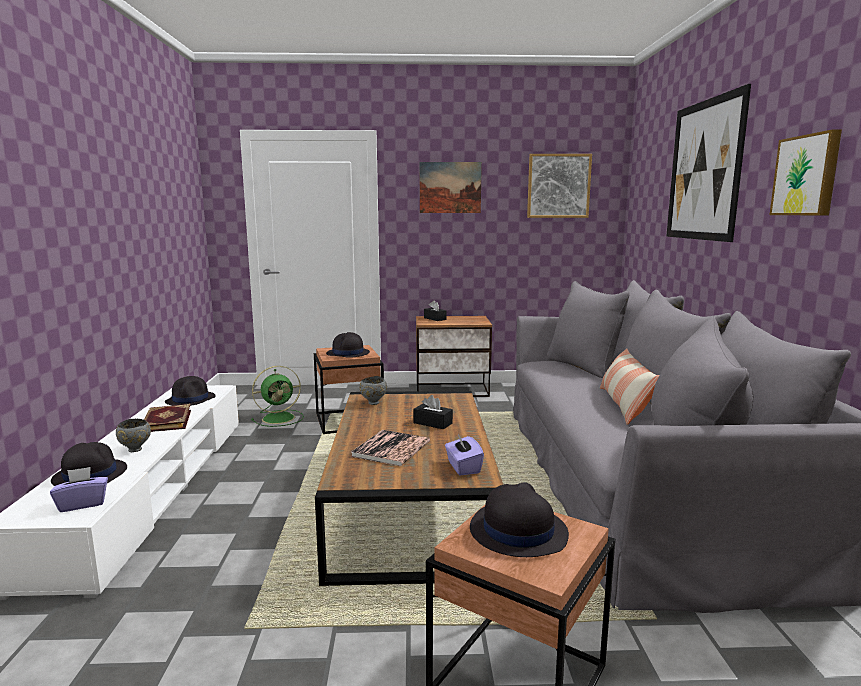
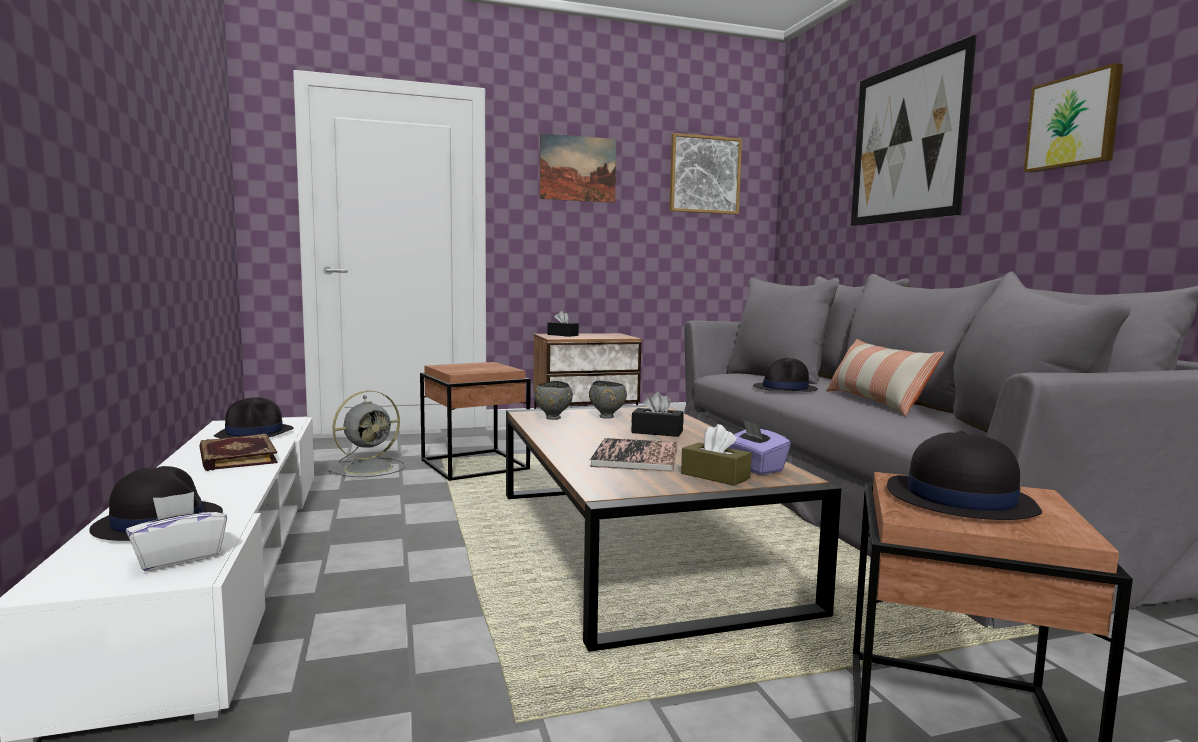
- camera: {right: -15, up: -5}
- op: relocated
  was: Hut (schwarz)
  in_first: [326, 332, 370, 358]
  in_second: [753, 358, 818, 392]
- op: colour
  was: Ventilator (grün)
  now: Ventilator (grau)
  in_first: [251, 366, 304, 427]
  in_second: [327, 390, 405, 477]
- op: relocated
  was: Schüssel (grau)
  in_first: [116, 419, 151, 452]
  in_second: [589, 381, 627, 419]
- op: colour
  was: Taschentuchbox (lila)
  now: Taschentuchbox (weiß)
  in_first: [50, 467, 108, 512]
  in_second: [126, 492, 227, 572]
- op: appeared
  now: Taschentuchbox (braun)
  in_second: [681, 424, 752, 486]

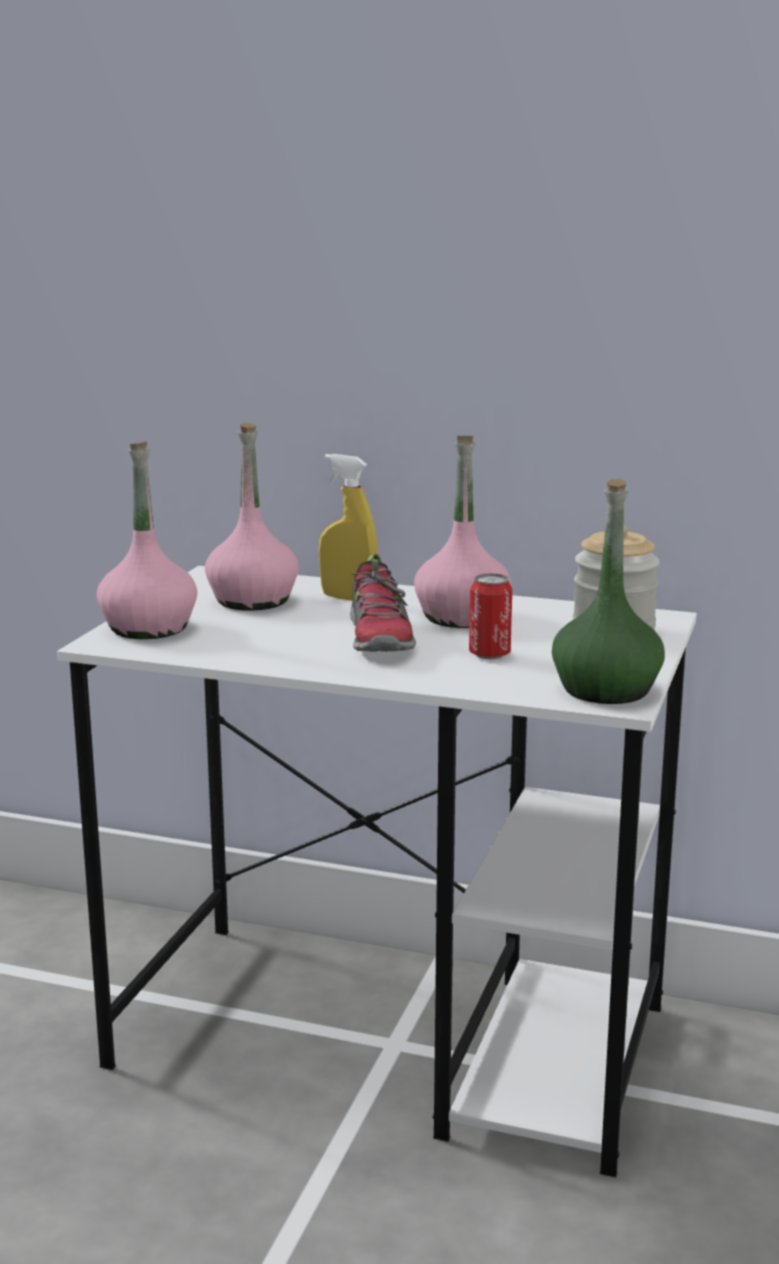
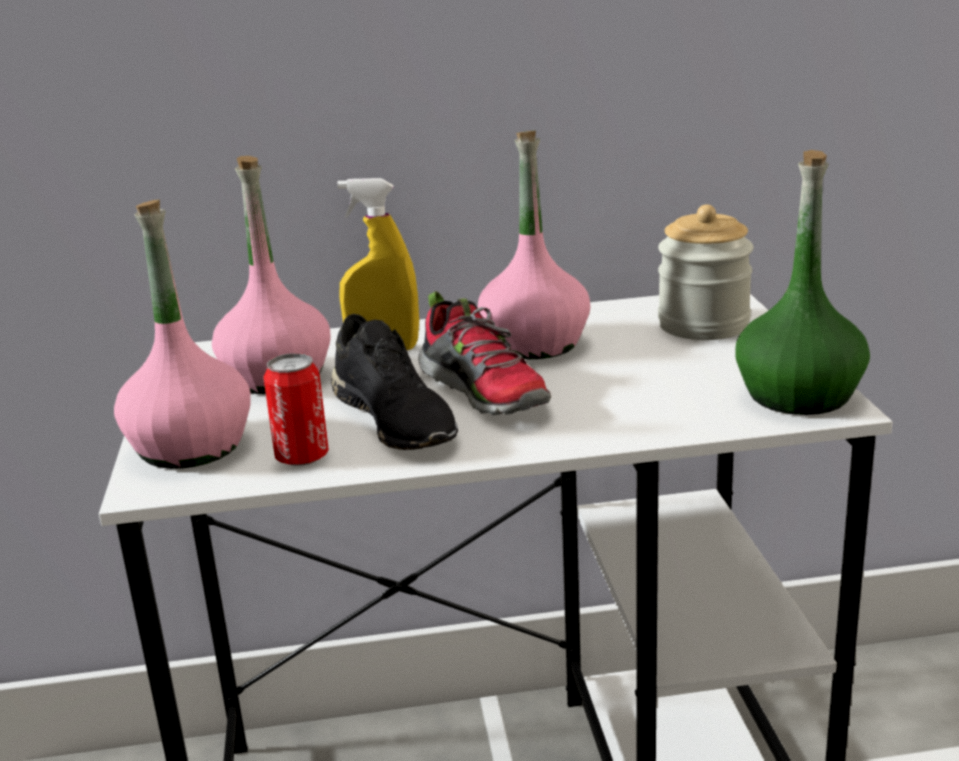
- camera: {right: -25, up: 5}
- op: relocated
  was: Dose
  in_first: [469, 573, 512, 659]
  in_second: [263, 353, 329, 466]
- op: appeared
  now: Schuh (schwarz)
  in_second: [331, 314, 458, 450]

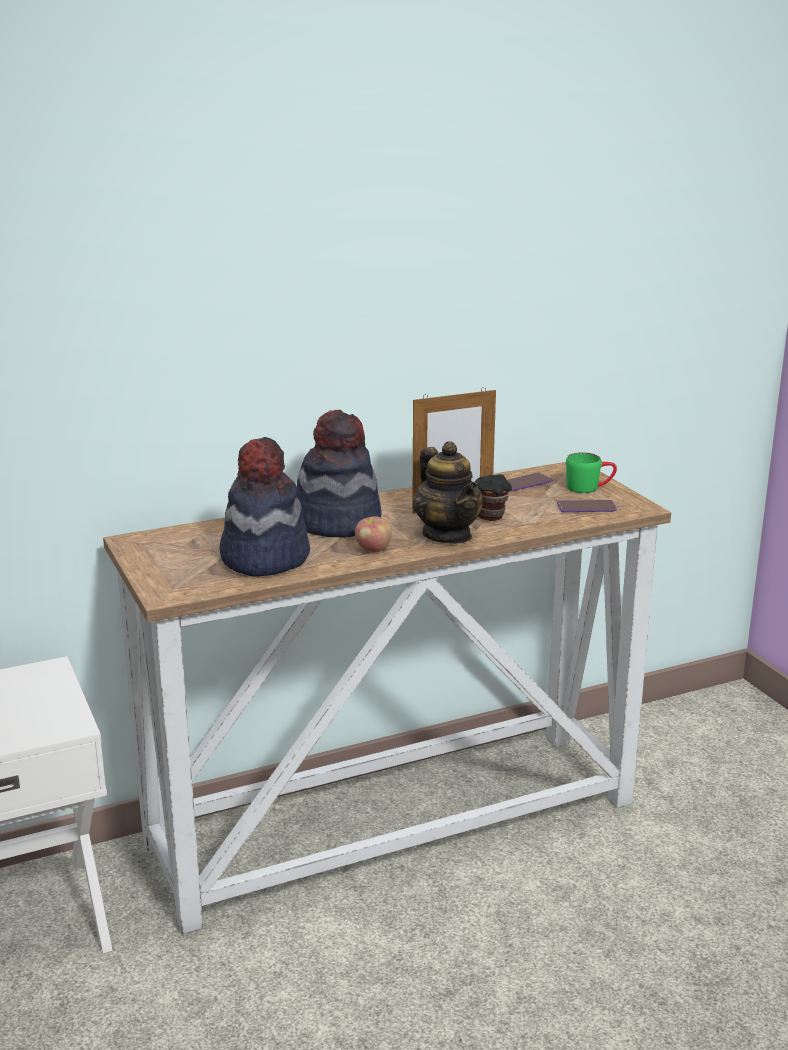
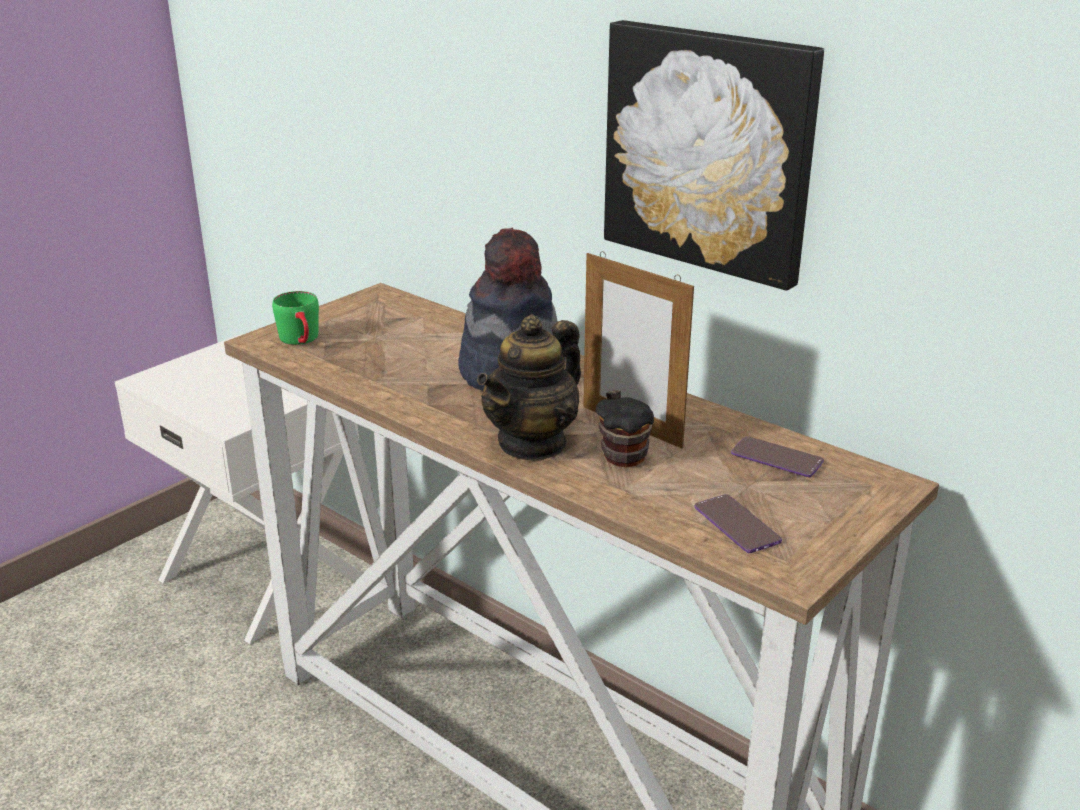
- camera: {right: 65, up: 5}
- op: missing
  was: Hut
  in_first: [219, 437, 310, 577]
- op: relocated
  was: Henkelbecher (grün)
  in_first: [566, 452, 617, 493]
  in_second: [272, 291, 319, 345]
- op: missing
  was: Apfel
  in_first: [355, 516, 392, 552]
- op: appeared
  now: Bild
  in_second: [604, 20, 824, 290]

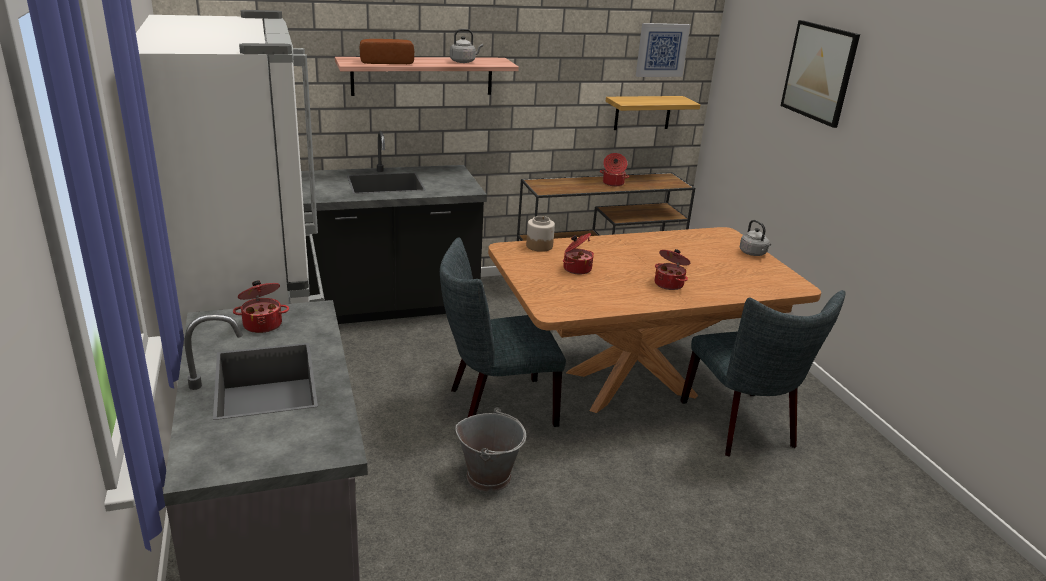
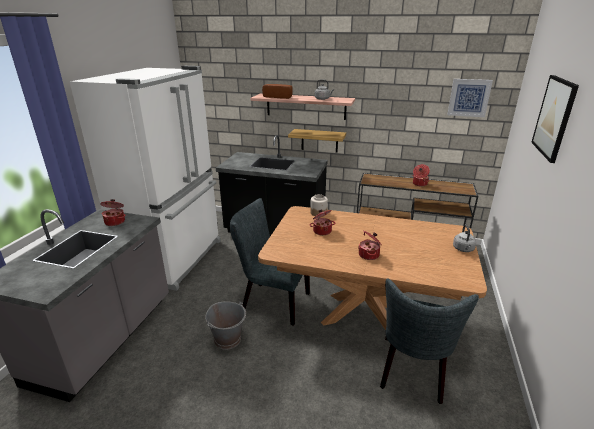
- camera: {right: 35, up: 0}
- op: relocated
  was: Wandregal
  in_first: [606, 96, 700, 130]
  in_second: [288, 129, 346, 152]

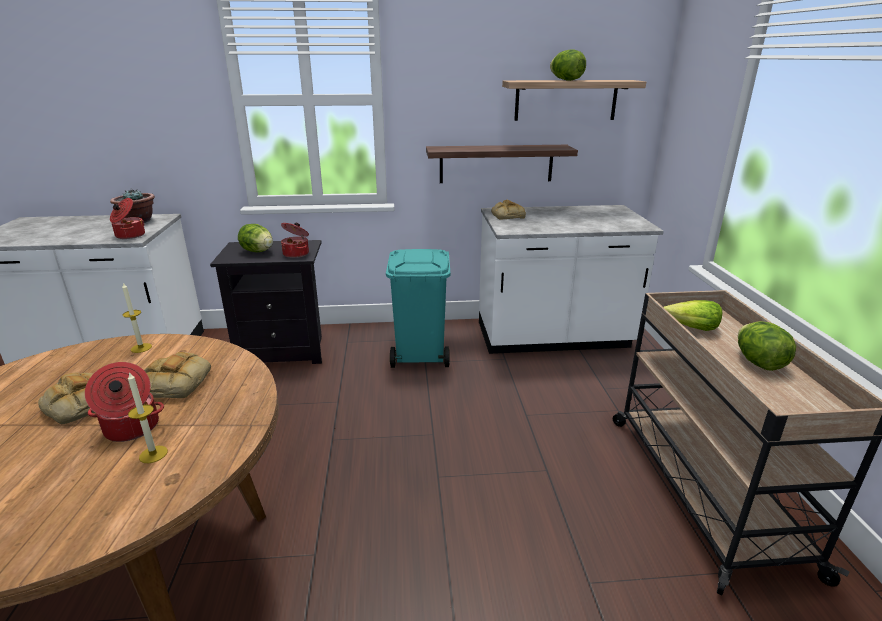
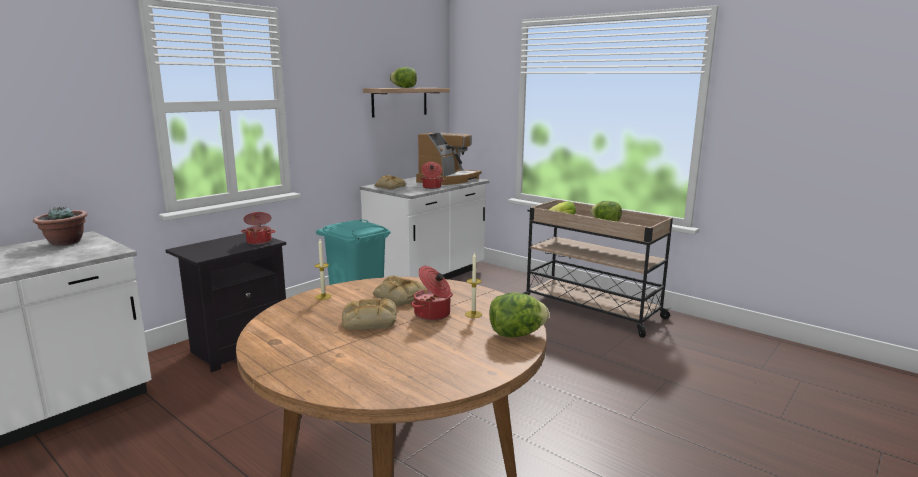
- camera: {right: -45, up: -10}
- op: missing
  was: Wandregal
  in_first: [426, 145, 578, 183]
- op: relocated
  was: Kochtopf
  in_first: [110, 198, 145, 239]
  in_second: [419, 162, 445, 189]
- op: relocated
  was: Salatkopf
  in_first: [238, 224, 273, 252]
  in_second: [489, 292, 549, 338]
- op: appeared
  now: Kaffeemaschine
  in_second: [416, 133, 481, 185]

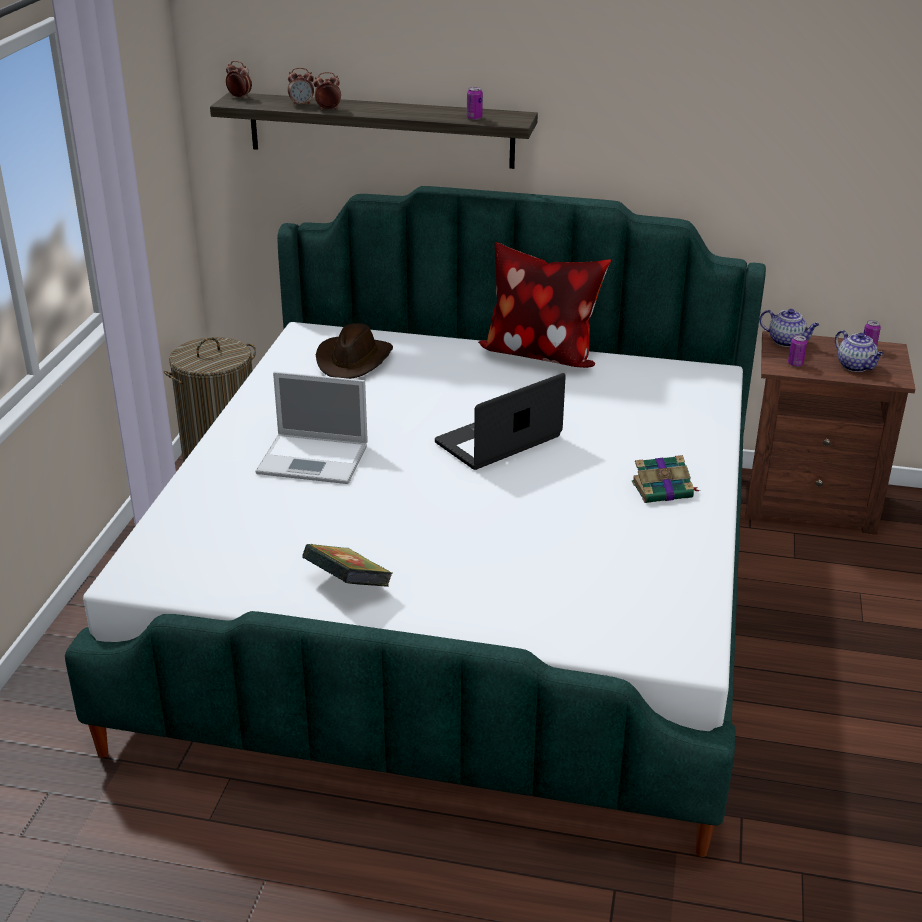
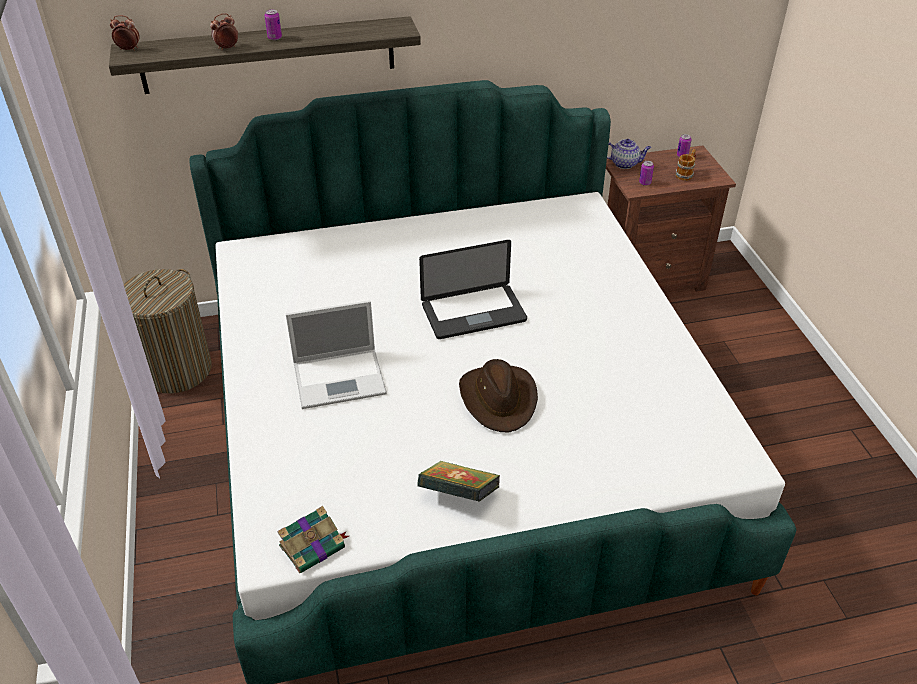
- camera: {right: -25, up: 10}
- op: missing
  was: Wecker
  in_first: [288, 68, 314, 106]
- op: relocated
  was: Dose
  in_first: [467, 87, 483, 120]
  in_second: [265, 9, 282, 40]
- op: missing
  was: Kissen
  in_first: [478, 242, 611, 368]
- op: relocated
  was: Hut (braun)
  in_first: [316, 323, 393, 379]
  in_second: [459, 359, 538, 433]
- op: exchanged
  was: Teekanne
  now: Henkelbecher
  in_first: [835, 330, 884, 372]
  in_second: [675, 149, 696, 181]
- op: spun
  was: Laptop
  in_first: [435, 373, 566, 470]
  in_second: [419, 240, 527, 339]
  clockwise: -135
- op: relocated
  was: Buch
  in_first: [632, 455, 700, 503]
  in_second: [277, 506, 349, 573]

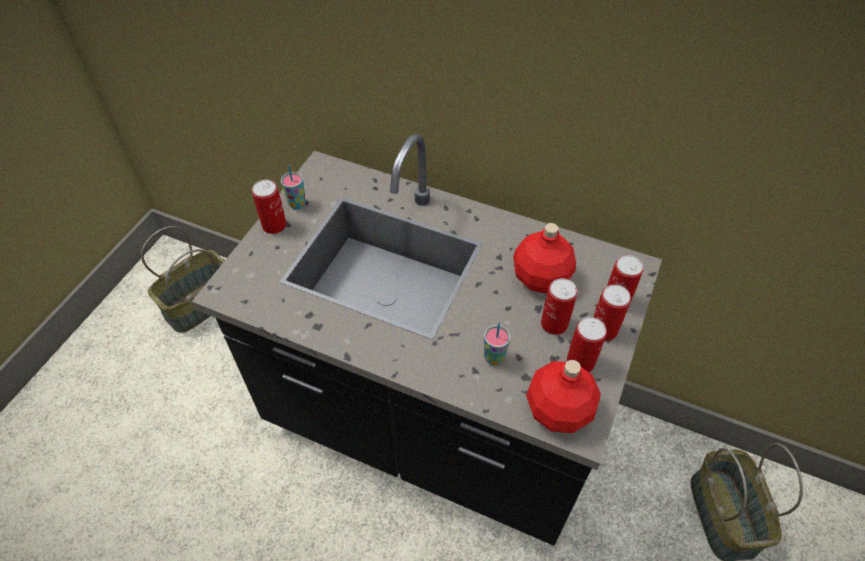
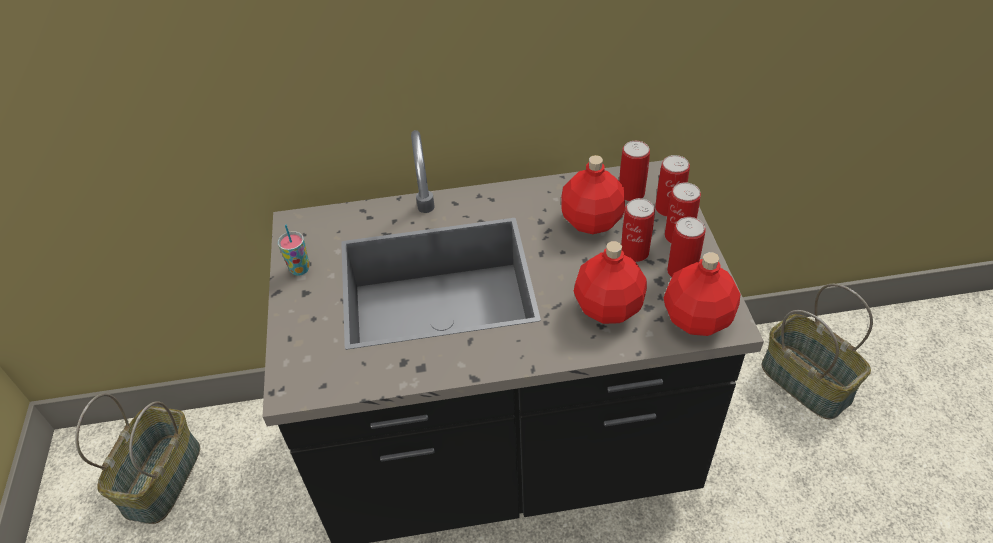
- camera: {right: -30, up: -5}
- op: relocated
  was: Dose
  in_first: [252, 180, 287, 234]
  in_second: [619, 141, 650, 201]
- op: exchanged
  was: Tasse
  now: Flasche (rot)
  in_first: [484, 323, 511, 366]
  in_second: [574, 241, 647, 324]

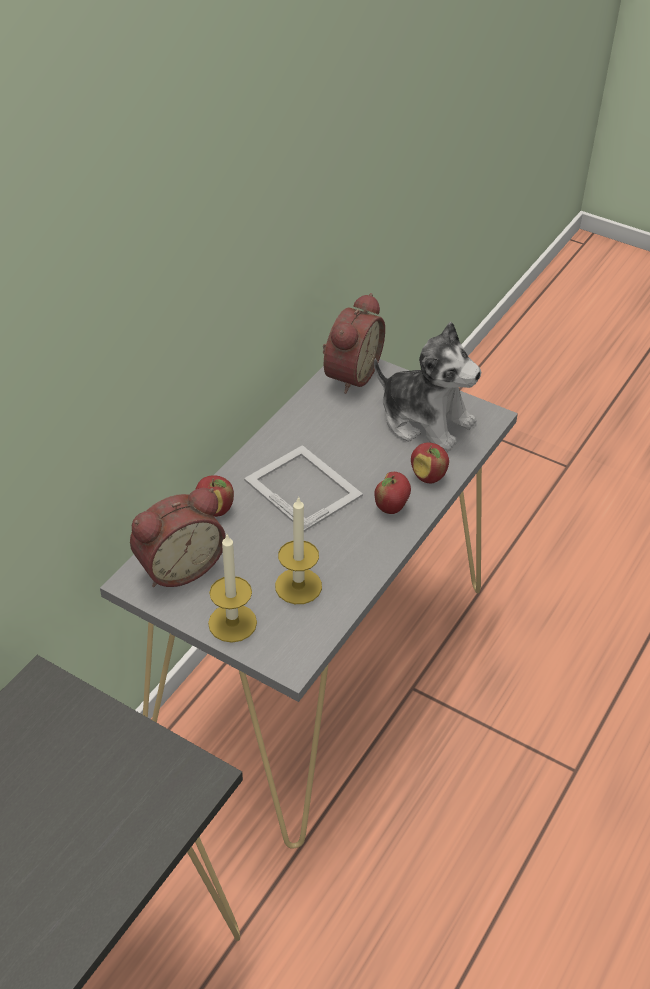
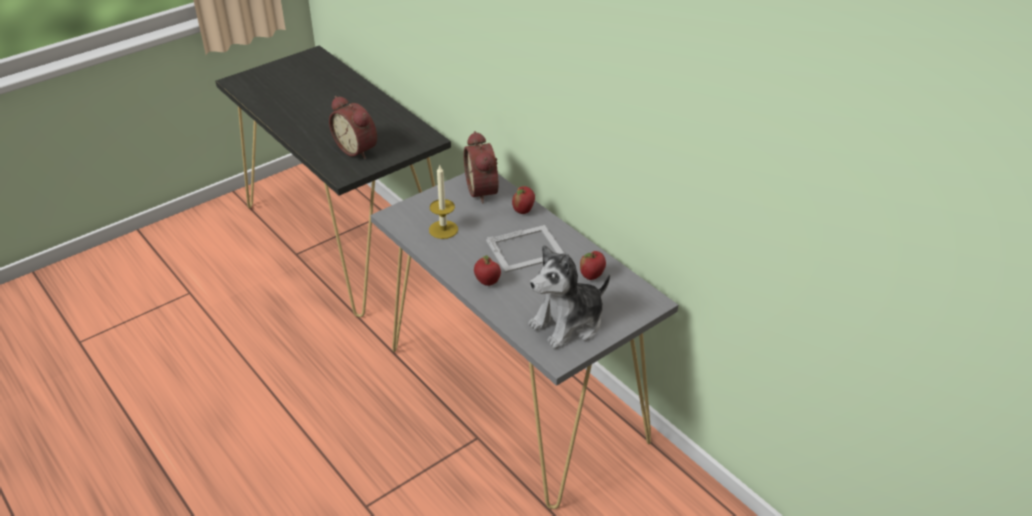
- camera: {right: 110, up: -5}
- op: relocated
  was: Wecker
  in_first: [323, 293, 385, 394]
  in_second: [329, 96, 377, 159]
- op: relocated
  was: Apfel
  in_first: [411, 442, 449, 483]
  in_second: [580, 251, 606, 280]
- op: missing
  was: Kerze
  in_first: [208, 534, 257, 642]

